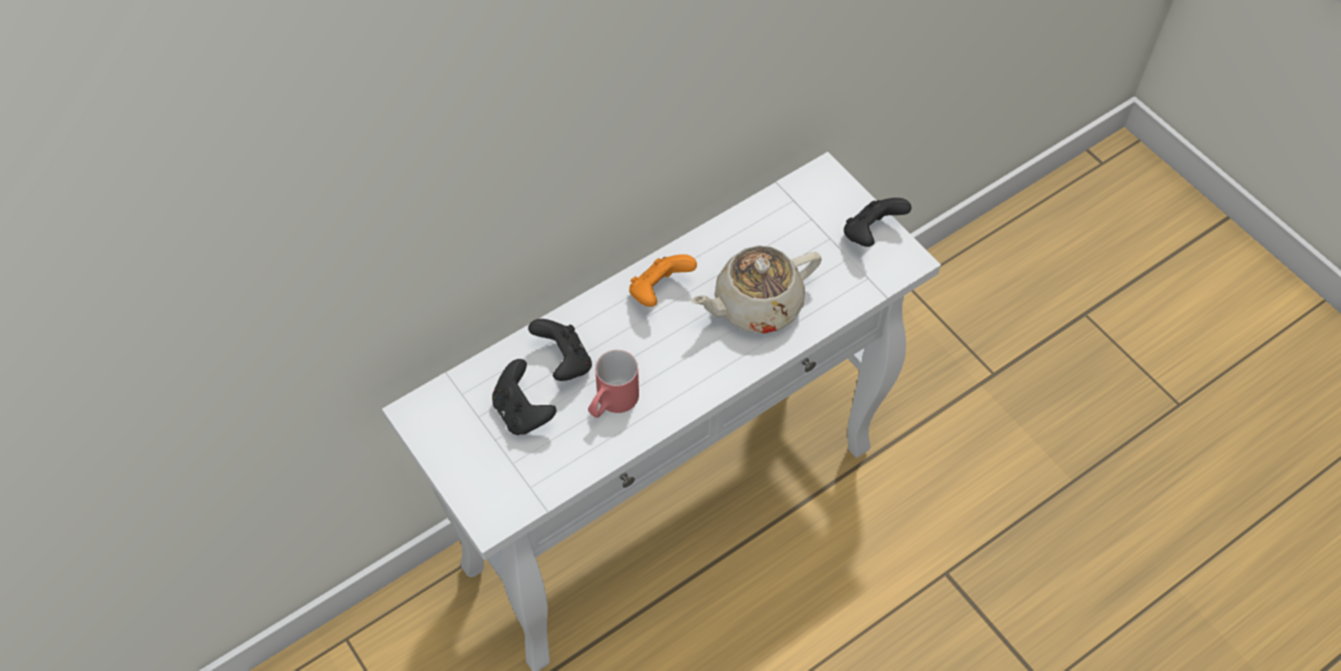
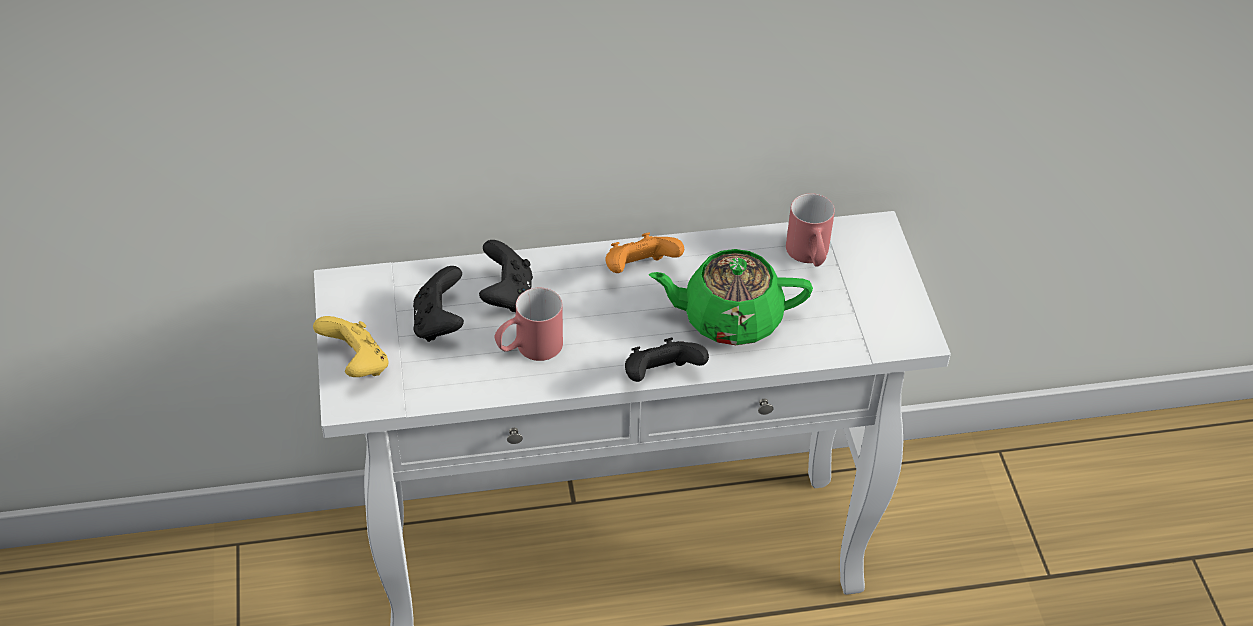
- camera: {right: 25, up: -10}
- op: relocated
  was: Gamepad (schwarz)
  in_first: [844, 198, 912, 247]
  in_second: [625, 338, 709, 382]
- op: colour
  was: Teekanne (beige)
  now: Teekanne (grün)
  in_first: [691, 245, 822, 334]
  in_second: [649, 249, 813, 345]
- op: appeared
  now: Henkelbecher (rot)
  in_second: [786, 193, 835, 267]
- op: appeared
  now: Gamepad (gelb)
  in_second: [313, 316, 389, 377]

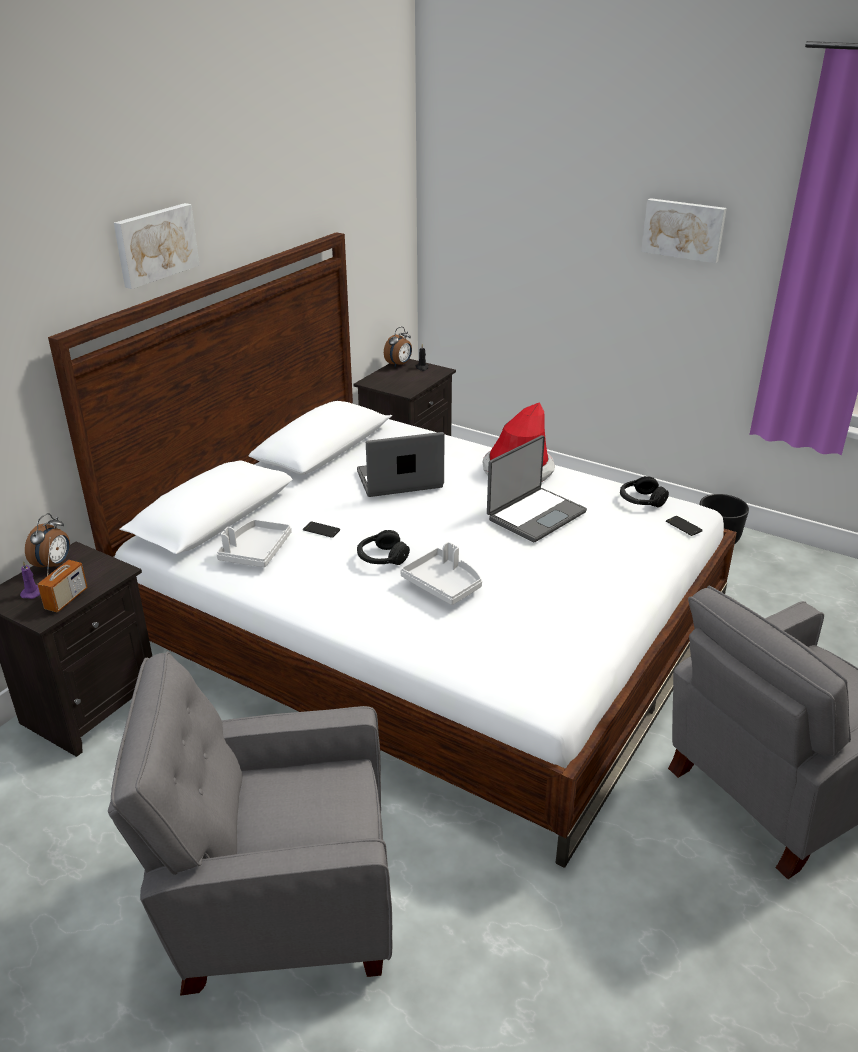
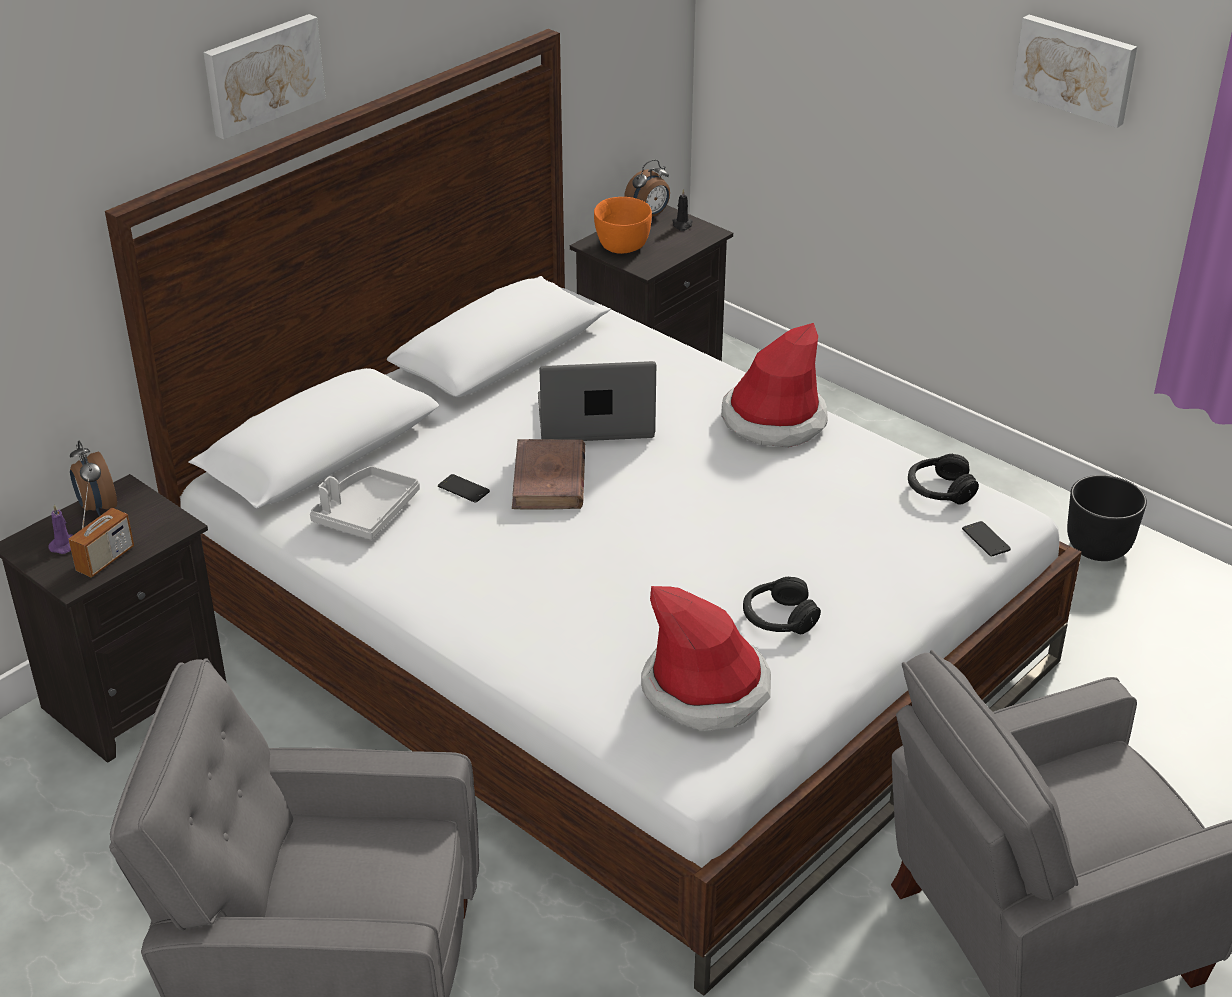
- camera: {right: 10, up: 5}
- op: missing
  was: Laptop
  in_first: [487, 435, 587, 542]
- op: spun
  was: Wecker
  in_first: [25, 513, 70, 569]
  in_second: [70, 441, 117, 516]
  clockwise: 120
- op: relocated
  was: Kopfhörer (schwarz)
  in_first: [357, 530, 410, 565]
  in_second: [743, 577, 821, 634]
- op: missing
  was: Tablett (grau)
  in_first: [400, 542, 482, 605]
- op: appeared
  now: Schüssel (orange)
  in_second: [594, 197, 652, 254]
- op: appeared
  now: Buch (braun)
  in_second: [512, 439, 585, 509]
- op: appeared
  now: Hut
  in_second: [641, 586, 771, 730]

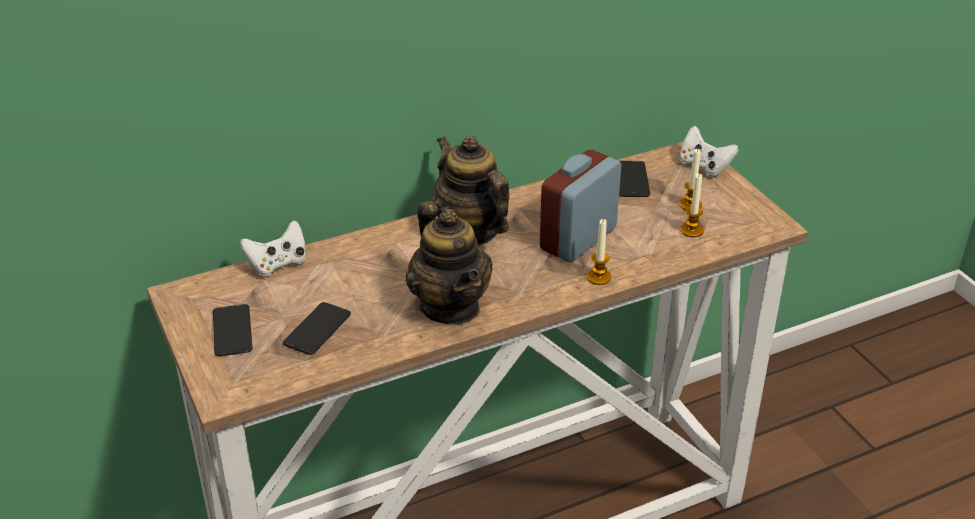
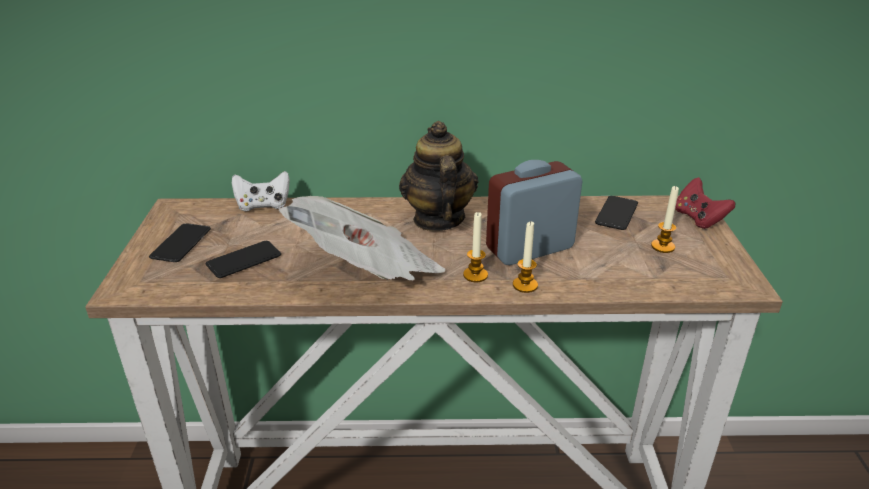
- camera: {right: 25, up: -5}
- op: colour
  was: Gamepad (weiß)
  now: Gamepad (rot)
  in_first: [680, 126, 739, 177]
  in_second: [675, 177, 735, 229]
- op: relocated
  was: Kerze
  in_first: [680, 174, 704, 238]
  in_second: [463, 212, 488, 283]
- op: exchanged
  was: Teekanne
  now: Zeitung
  in_first: [406, 201, 493, 325]
  in_second: [278, 196, 445, 280]

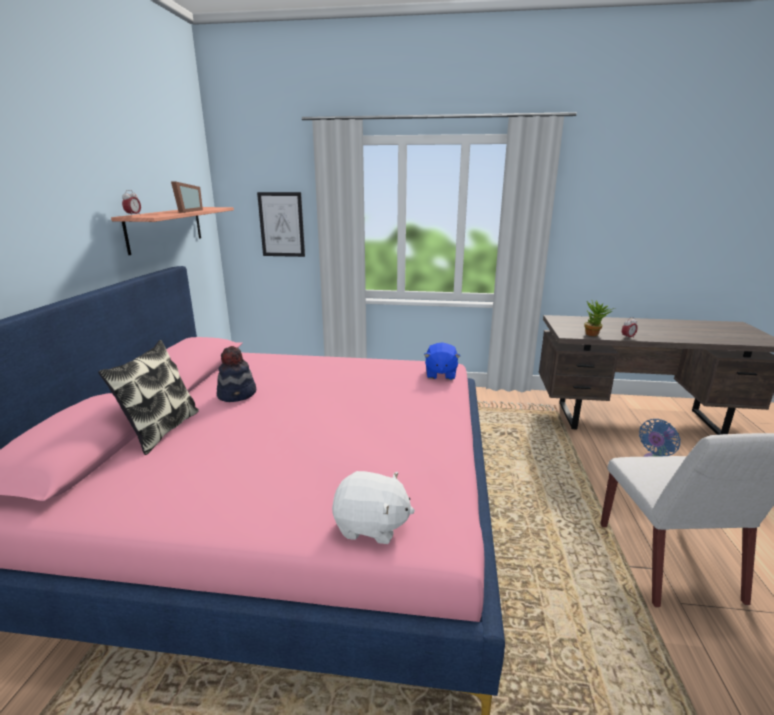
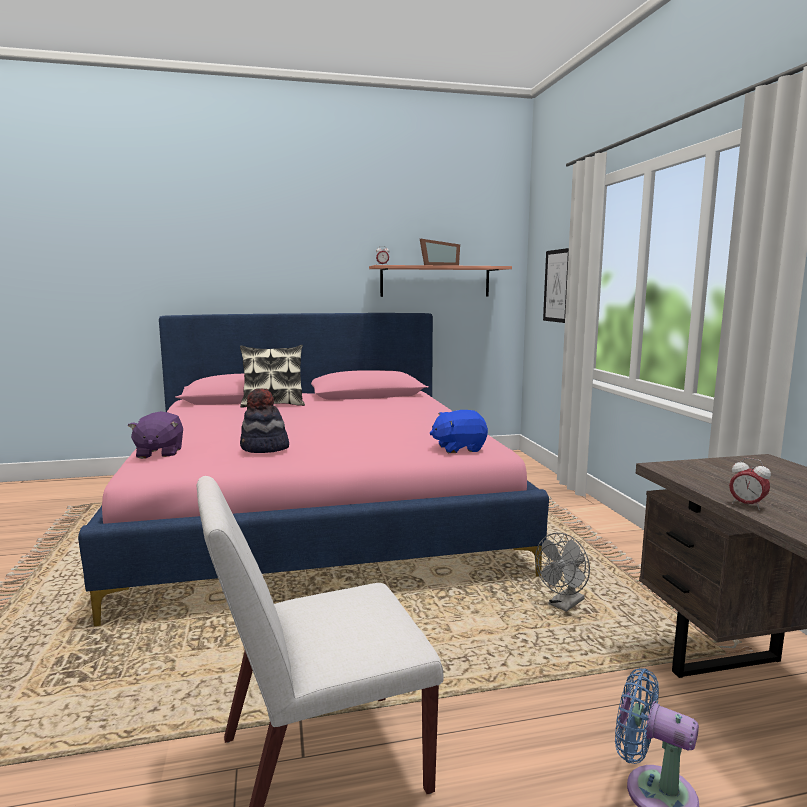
- camera: {right: 70, up: -10}
- op: missing
  was: Topfpflanze
  in_first: [584, 300, 614, 336]
- op: relocated
  was: Hut
  in_first: [217, 346, 256, 402]
  in_second: [240, 389, 289, 453]
- op: colour
  was: Plüschtier (weiß)
  now: Plüschtier (lila)
  in_first: [332, 471, 415, 544]
  in_second: [128, 411, 183, 459]
- op: appeared
  now: Ventilator (grau)
  in_second: [535, 533, 590, 612]

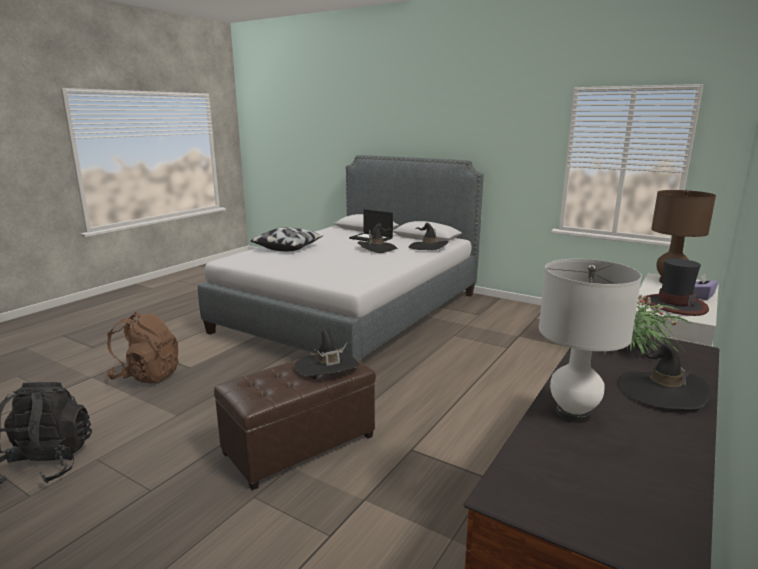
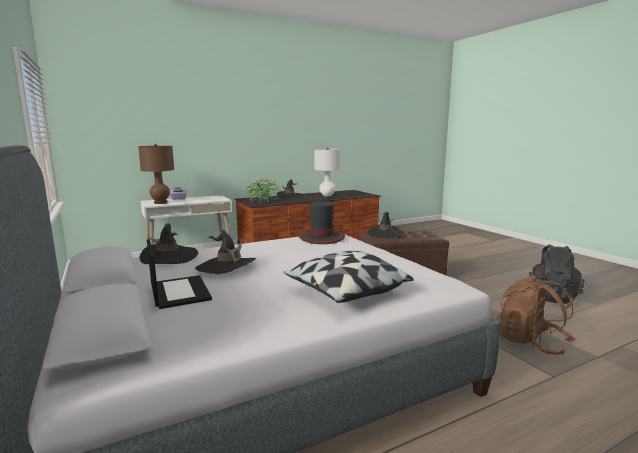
- camera: {right: -150, up: -5}
- op: relocated
  was: Hut
  in_first: [642, 259, 709, 316]
  in_second: [299, 202, 345, 244]

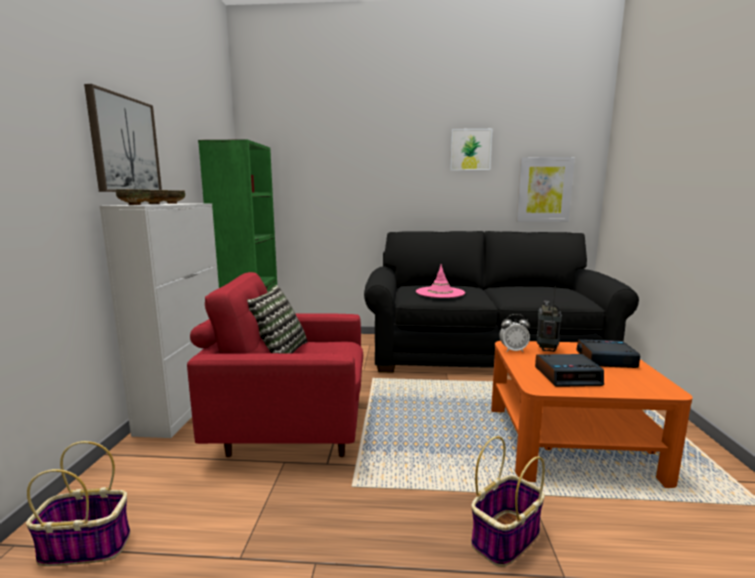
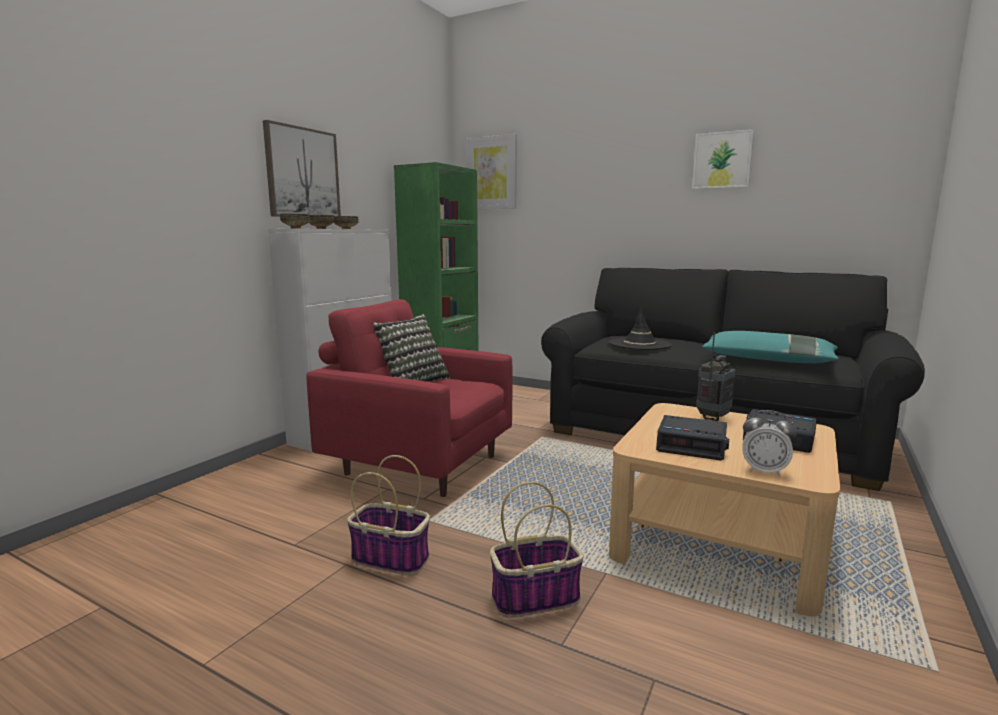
- camera: {right: 25, up: 0}
- op: relocated
  was: Bild
  in_first: [516, 157, 575, 222]
  in_second: [465, 134, 517, 210]
- op: colour
  was: Hut (rosa)
  now: Hut (schwarz)
  in_first: [416, 264, 465, 298]
  in_second: [608, 307, 672, 350]
- op: relocated
  was: Wecker
  in_first: [499, 314, 530, 352]
  in_second: [742, 410, 797, 477]
- op: colour
  was: Couchtisch (orange)
  now: Couchtisch (beige)
  in_first: [491, 341, 693, 488]
  in_second: [609, 403, 840, 616]
- op: relocated
  was: Korb
  in_first: [26, 441, 130, 566]
  in_second: [347, 455, 430, 575]
- op: appeared
  now: Kissen (türkis)
  in_second: [702, 331, 839, 363]

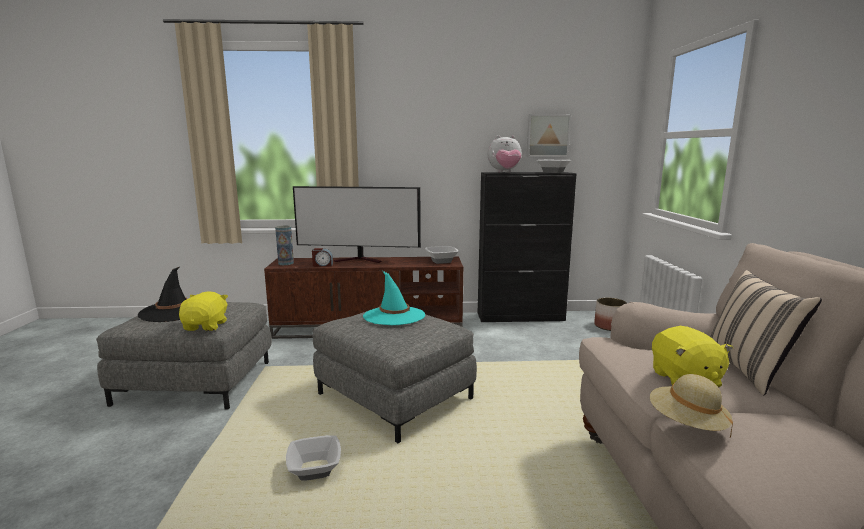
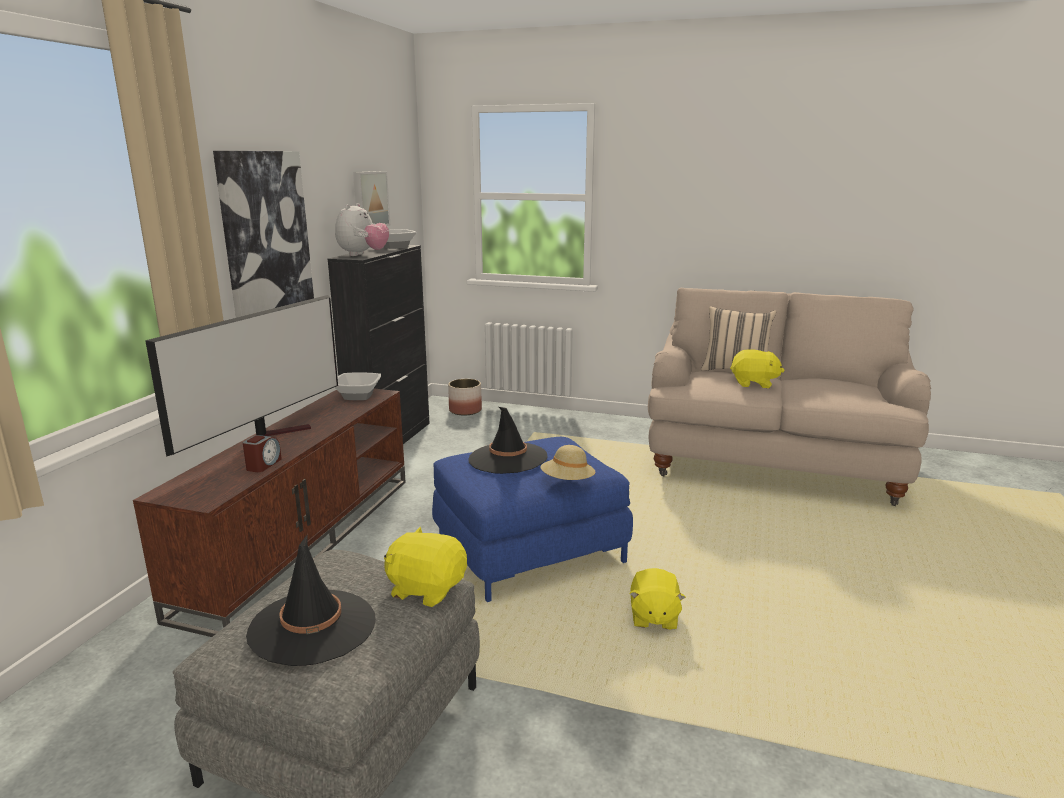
- camera: {right: -70, up: 5}
- op: missing
  was: Vase
  in_first: [275, 225, 294, 265]
- op: colour
  was: Hut (türkis)
  now: Hut (schwarz)
  in_first: [363, 271, 425, 325]
  in_second: [469, 407, 547, 474]
- op: colour
  was: Polsterhocker (grau)
  now: Polsterhocker (blau)
  in_first: [313, 307, 477, 443]
  in_second: [432, 437, 633, 602]
- op: relocated
  was: Hut (beige)
  in_first: [650, 374, 733, 438]
  in_second: [541, 445, 595, 480]
- op: exchanged
  was: Schüssel
  now: Plüschtier (gelb)
  in_first: [286, 435, 341, 480]
  in_second: [629, 568, 686, 629]
- op: appeared
  now: Bild
  in_second: [213, 151, 314, 318]

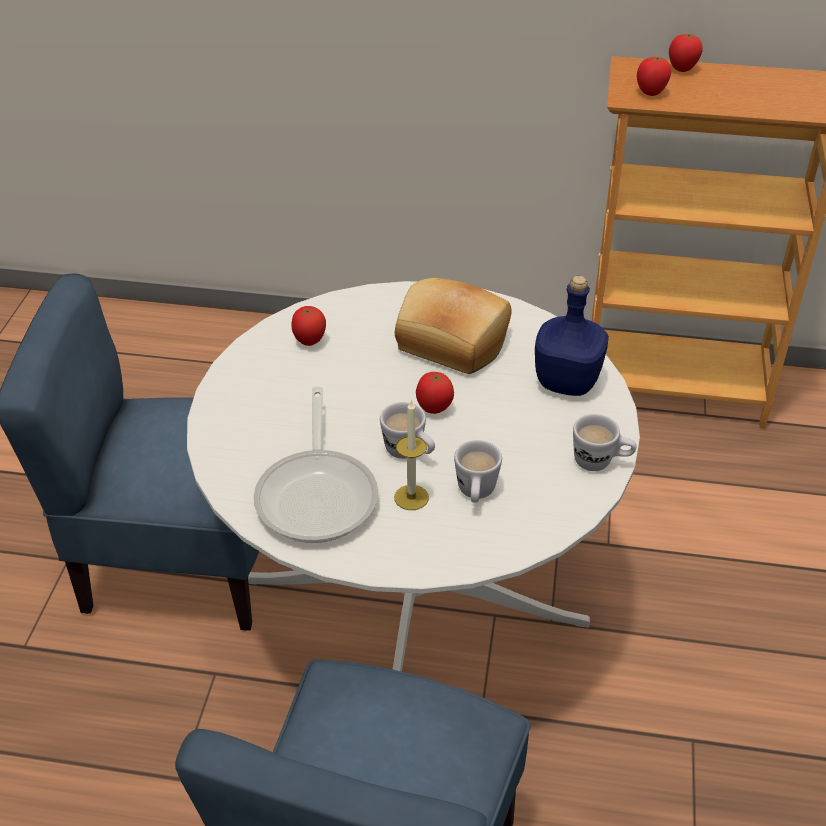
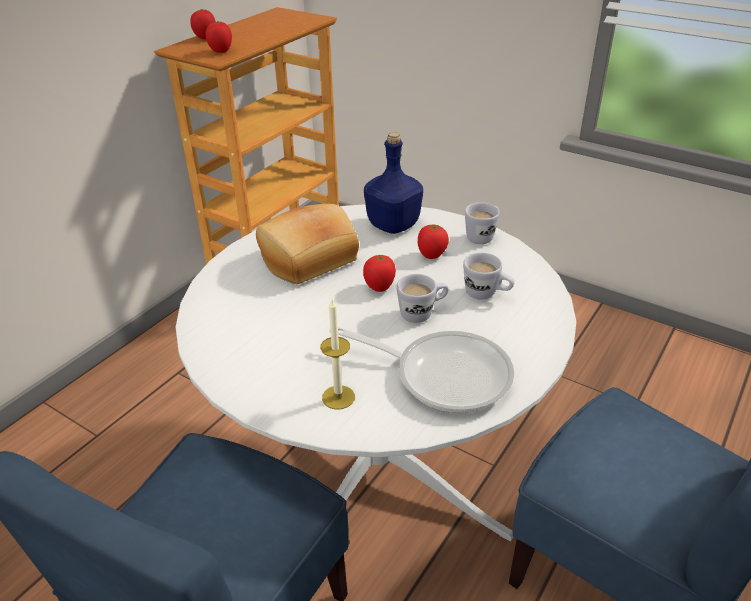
- camera: {right: -65, up: -5}
- op: relocated
  was: Tomate
  in_first: [291, 306, 326, 346]
  in_second: [418, 225, 449, 259]
- op: relocated
  was: Kerze
  in_first: [394, 400, 429, 510]
  in_second: [320, 299, 355, 409]

